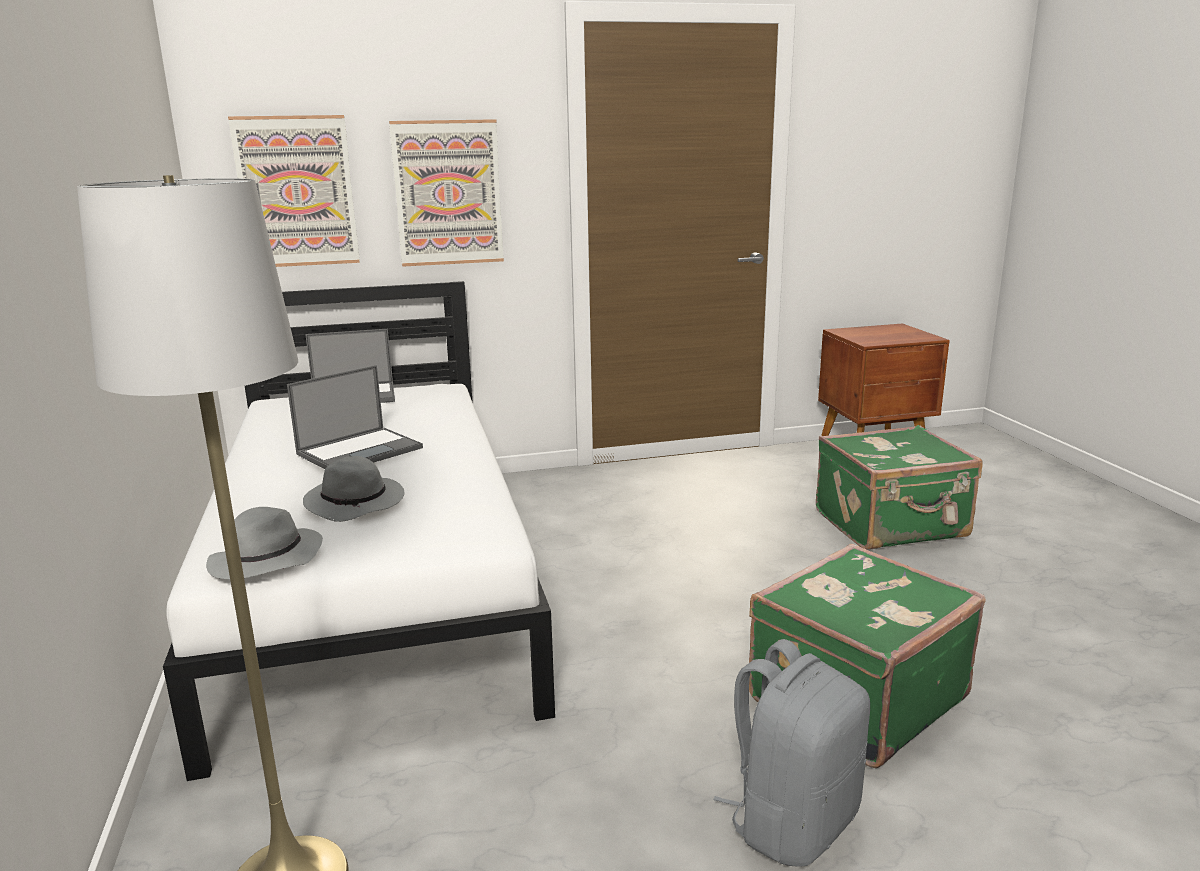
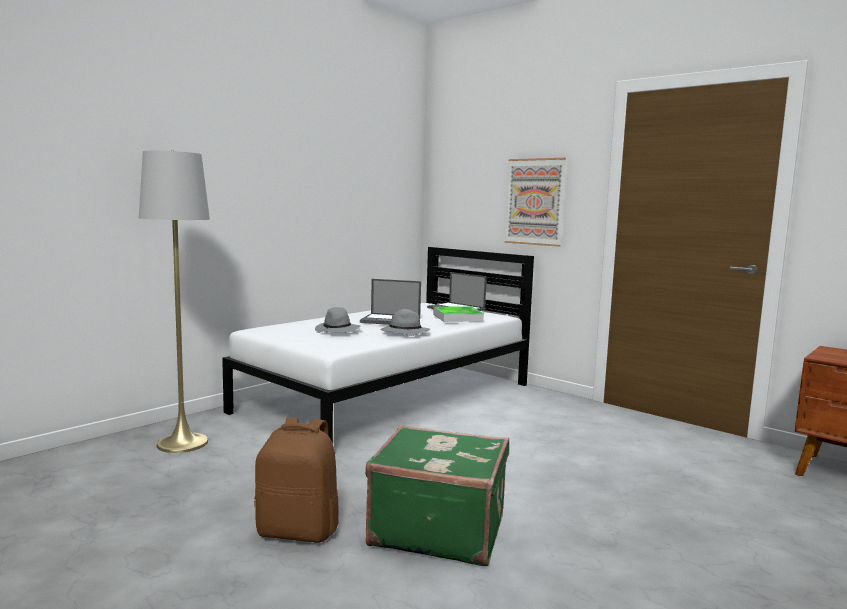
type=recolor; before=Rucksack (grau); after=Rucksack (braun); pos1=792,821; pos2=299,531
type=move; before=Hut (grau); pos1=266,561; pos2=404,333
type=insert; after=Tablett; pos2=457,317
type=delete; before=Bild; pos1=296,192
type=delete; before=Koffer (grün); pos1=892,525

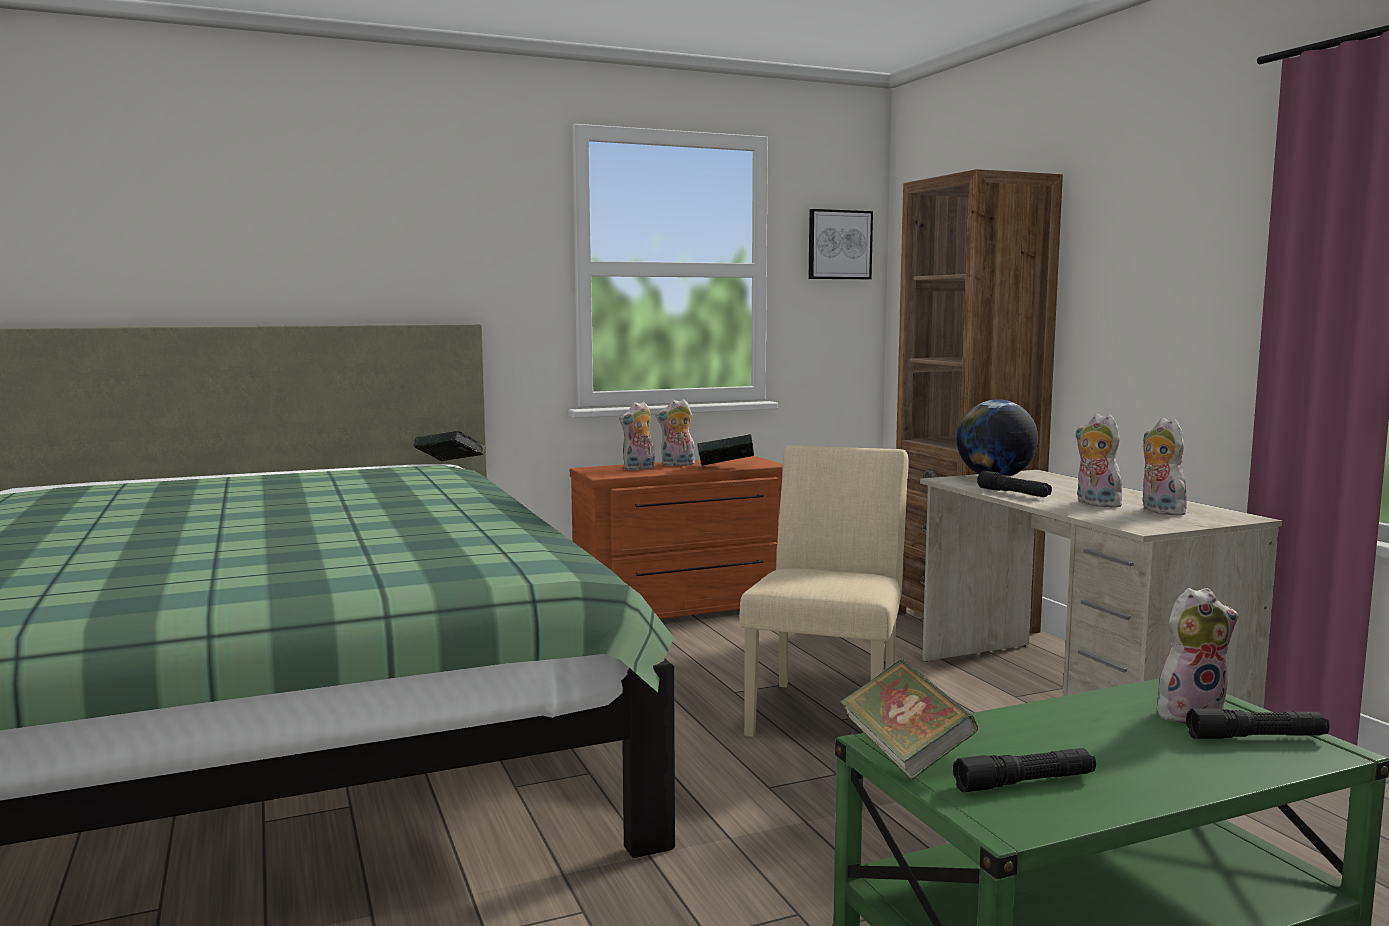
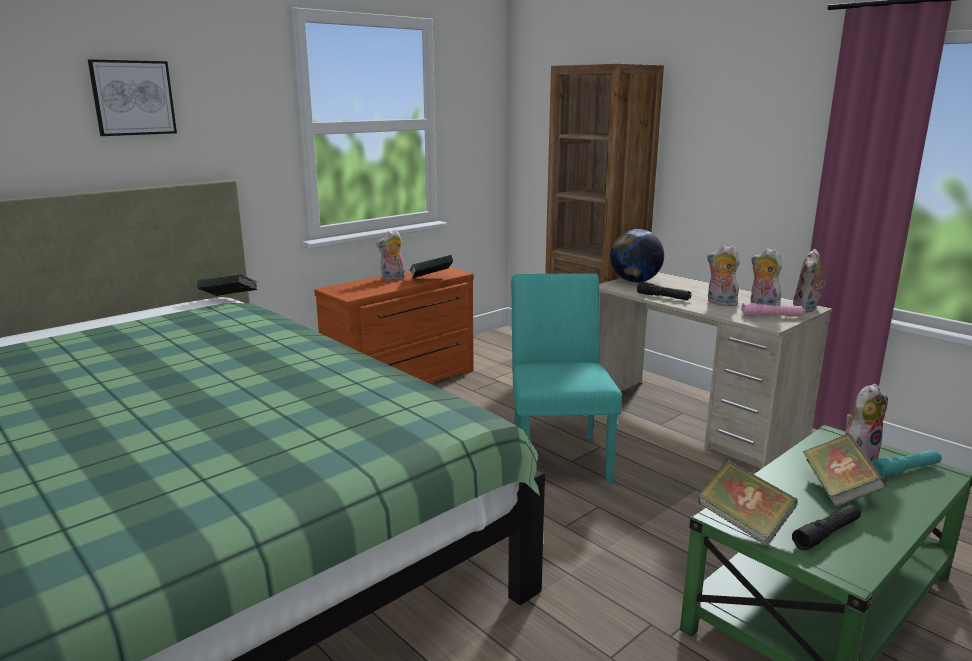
type=move; before=Bild; pos1=839,245; pos2=133,98
type=recolor; before=Stuhl (beige); after=Stuhl (türkis); pos1=828,710; pos2=558,454
type=insert; after=Taschenlampe (rosa); pos2=772,316
type=move; before=Plüschtier; pos1=639,468; pos2=806,309
type=insert; after=Buch; pos2=838,490
type=recolor; before=Taschenlampe (schwarz); after=Taschenlampe (türkis); pos1=1256,737; pos2=905,470

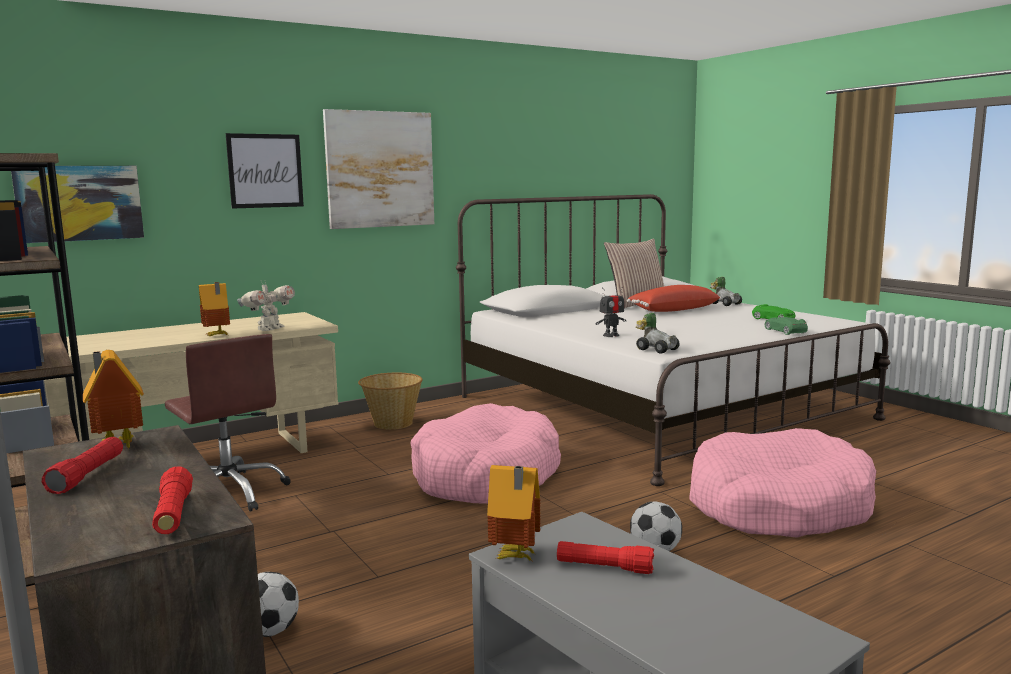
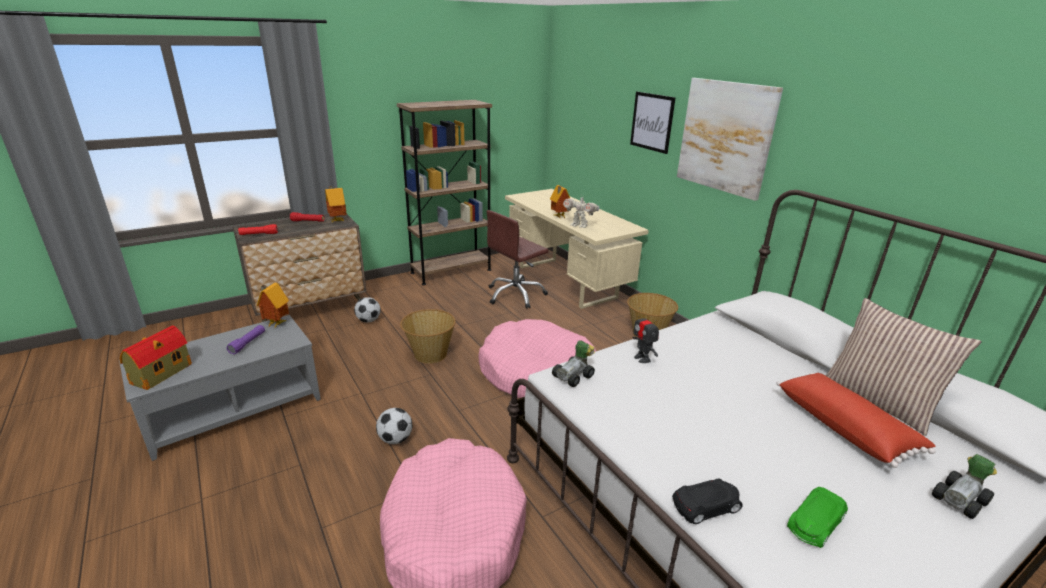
type=insert; after=Spielzeughaus; pos2=160,374
type=recolor; before=Taschenlampe (rot); after=Taschenlampe (lila); pos1=604,567; pos2=248,343
type=insert; after=Korb; pos2=430,354
type=recolor; before=Spielzeugauto (grün); after=Spielzeugauto (schwarz); pos1=785,331; pos2=706,506
type=delete; before=Bild; pos1=79,203

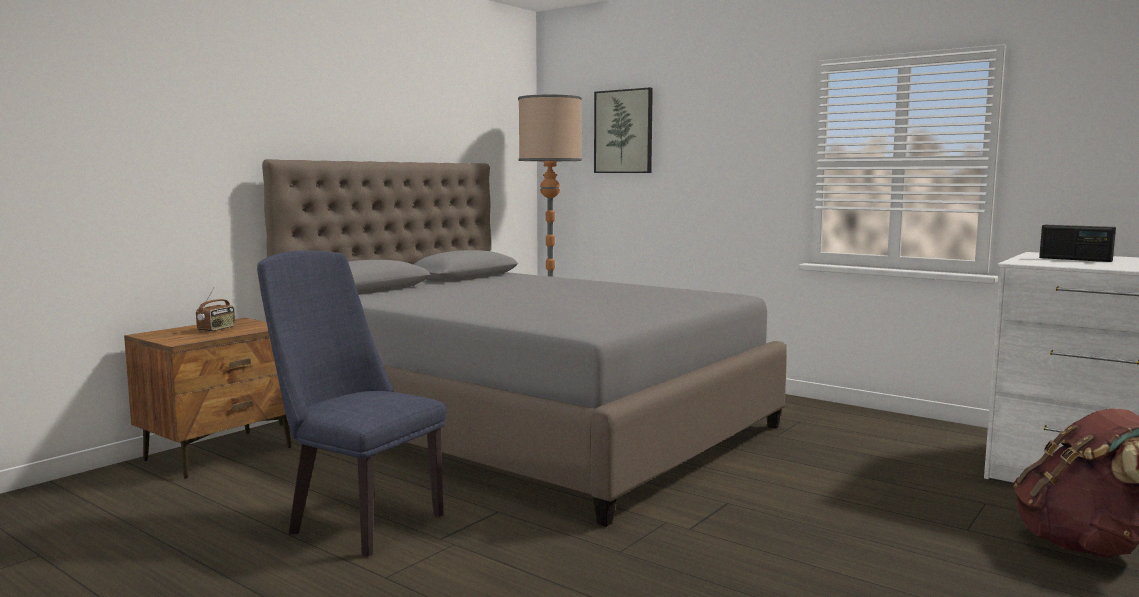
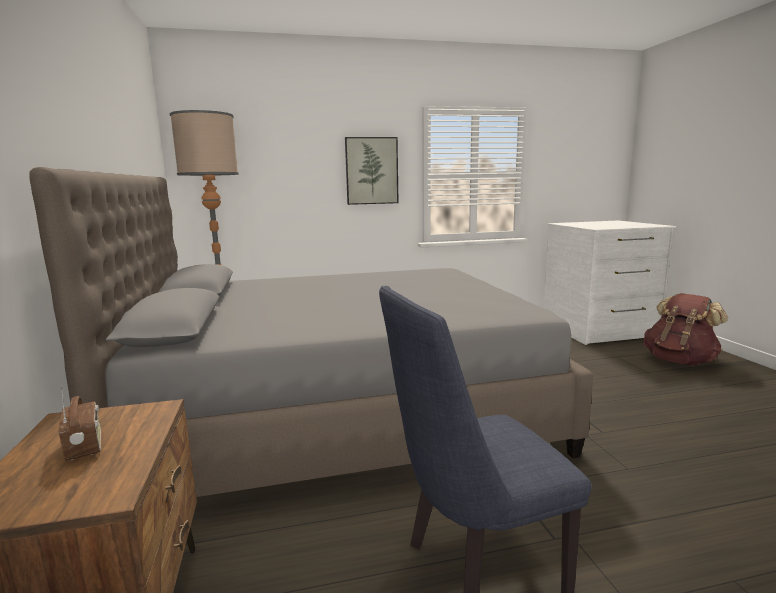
type=move; before=Bild; pos1=624,131; pos2=371,171
type=delete; before=Radio; pos1=1075,259

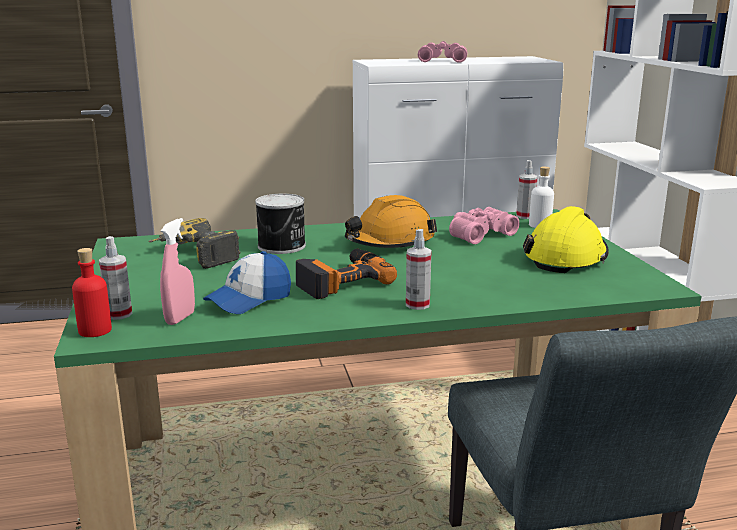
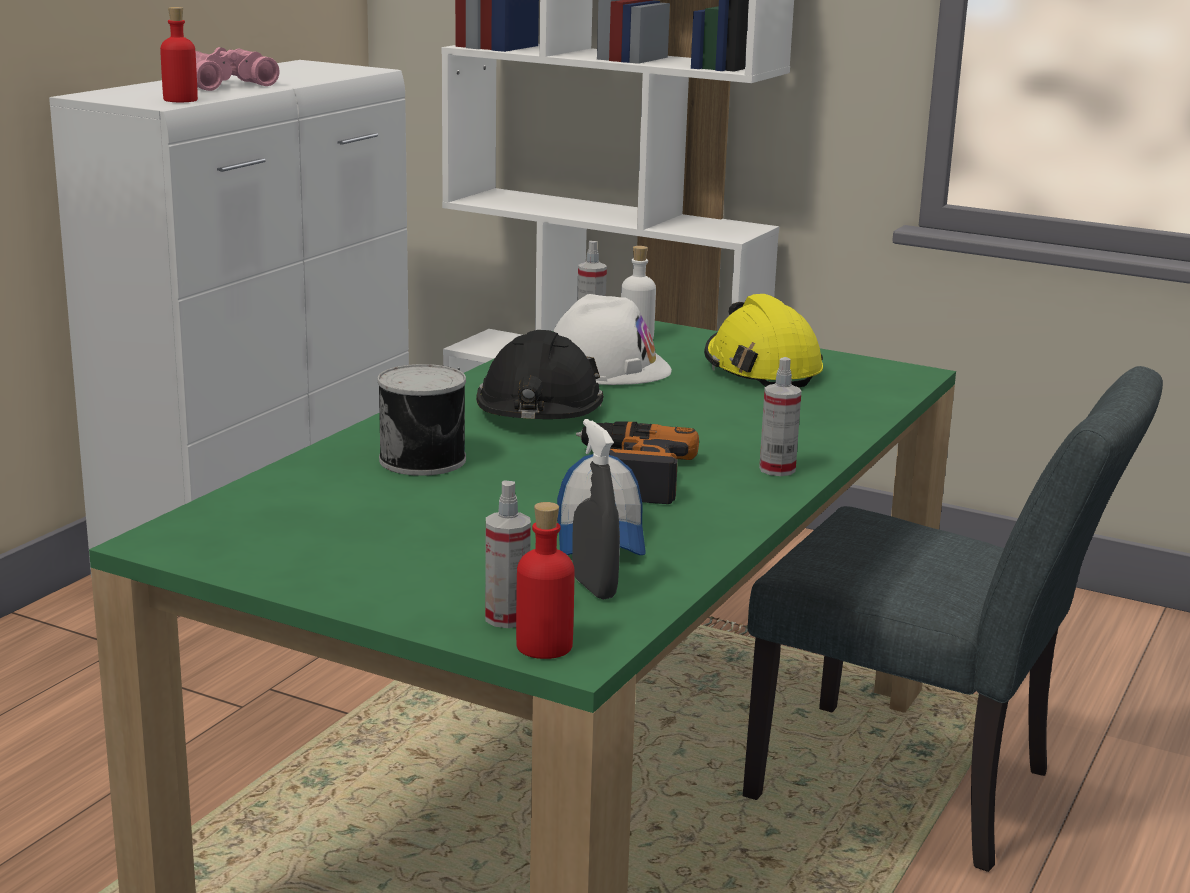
type=insert; after=Flasche (rot); pos2=180,100
type=recolor; before=Schutzhelm (orange); after=Schutzhelm (schwarz); pos1=390,242; pos2=539,410
type=replace; before=Fernglas (rosa); after=Schutzhelm (weiß); pos1=479,234; pos2=605,368
type=recolor; before=Sprühflasche (rosa); after=Sprühflasche (grau); pos1=180,318; pos2=594,588
type=delete; before=Bohrmaschine; pos1=193,256

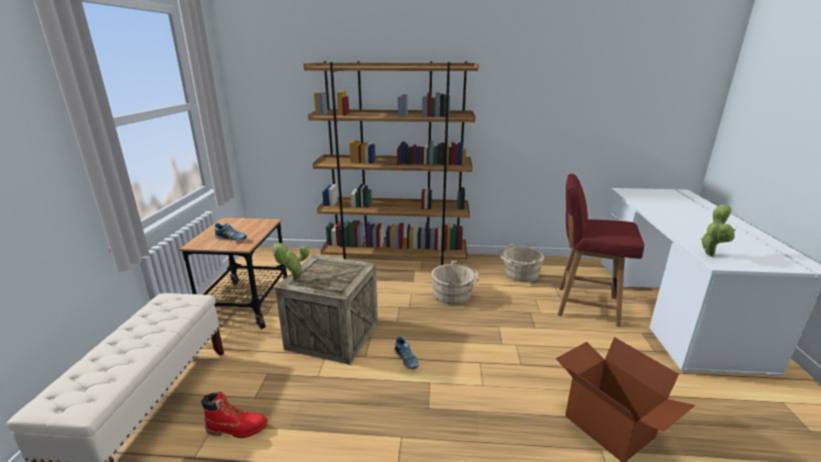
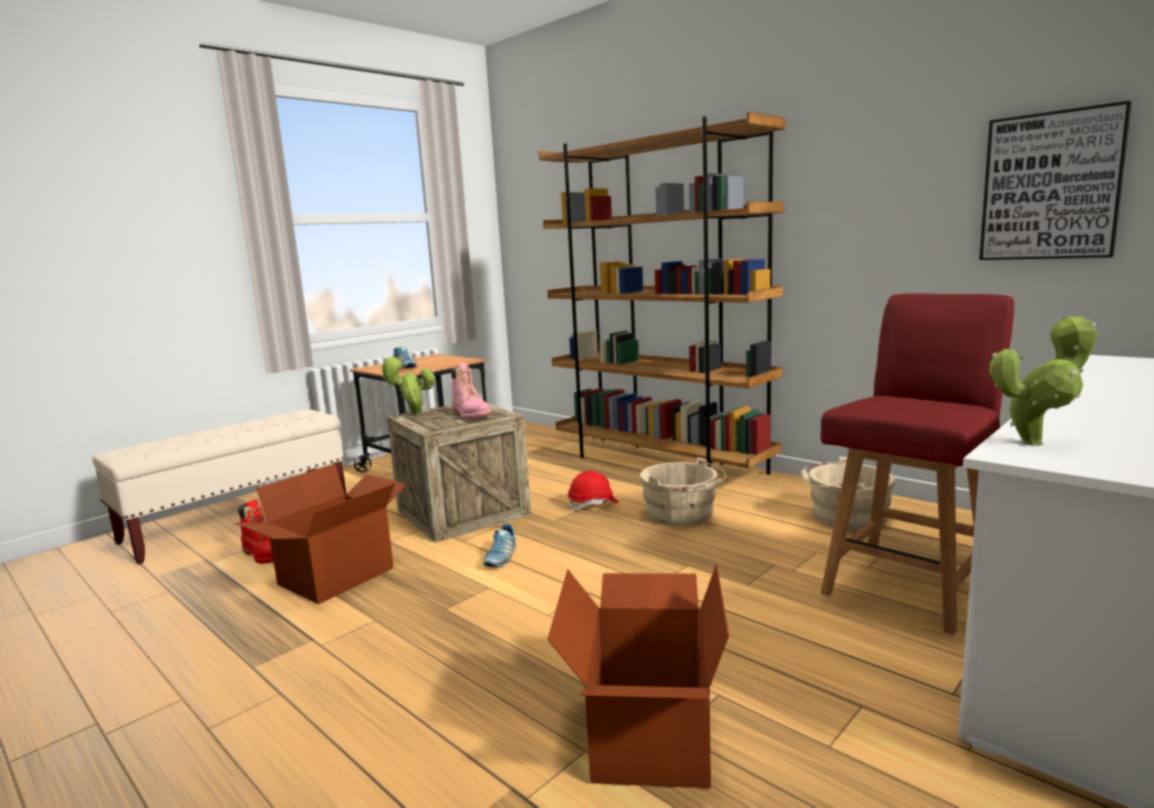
type=insert; after=Karton; pos2=337,577
type=insert; after=Stiefel (rosa); pos2=471,415
type=insert; after=Schutzhelm (rot); pos2=593,504
type=rotate; before=Stuhl (rot); pos1=585,305; pos2=908,586; turn=75
type=insert; after=Bild; pos2=1050,186

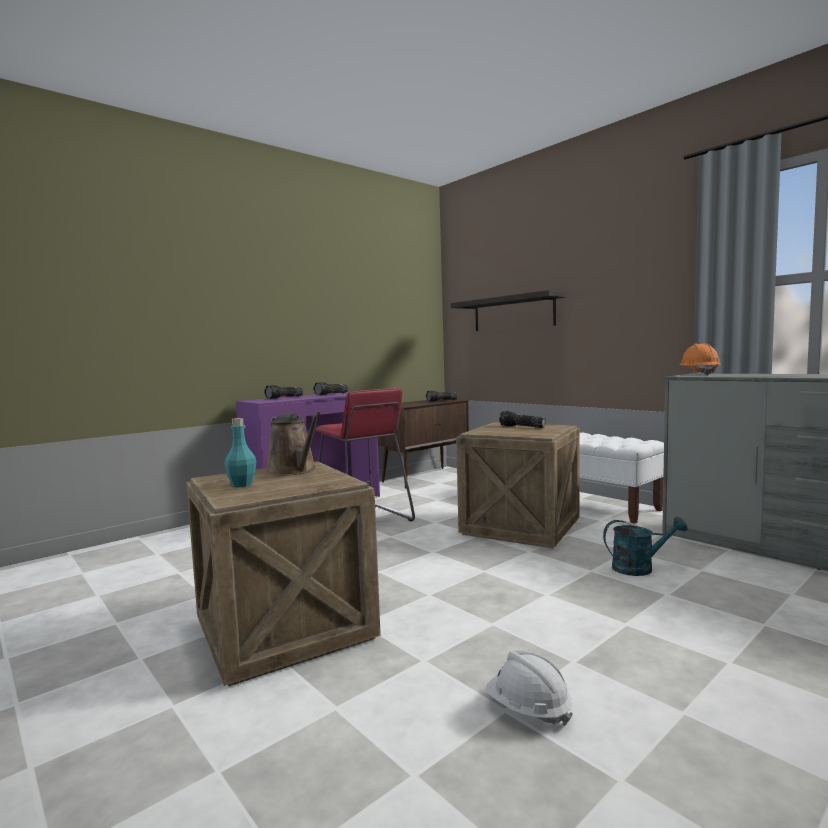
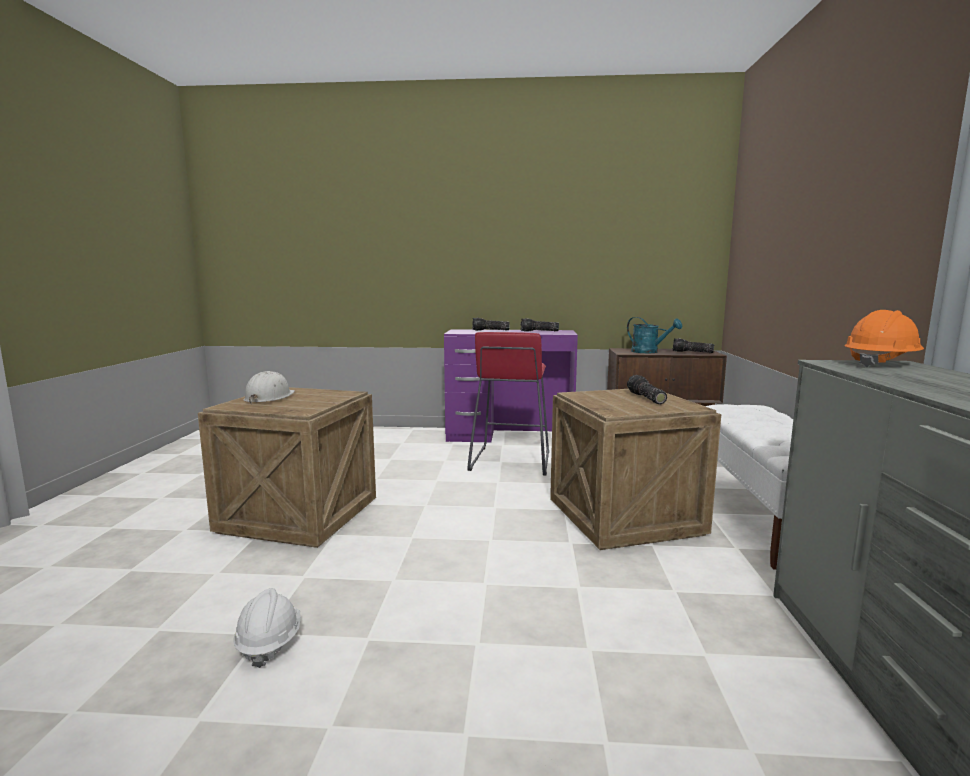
type=replace; before=Flasche (türkis); after=Schutzhelm (weiß); pos1=242,484; pos2=269,397
type=move; before=Gießkanne (türkis); pos1=639,568; pos2=649,352
type=delete; before=Gießkanne (braun); pos1=294,471
type=delete; before=Wandregal; pos1=513,313

